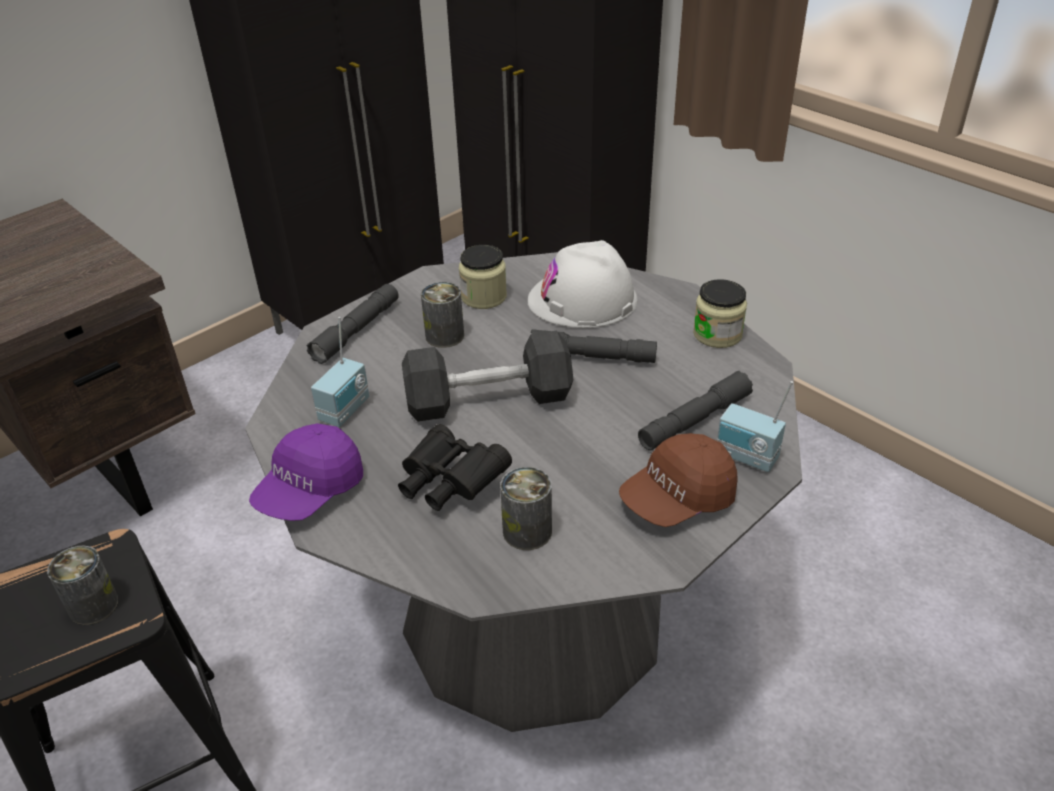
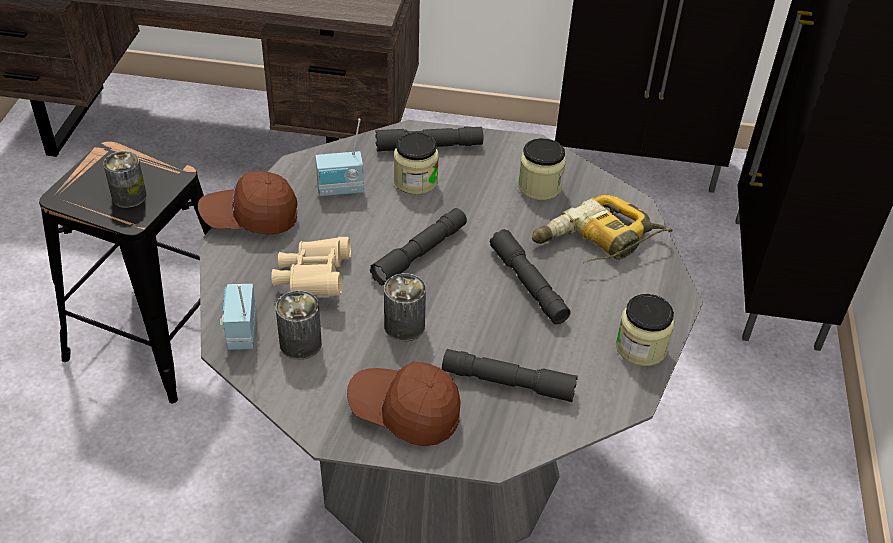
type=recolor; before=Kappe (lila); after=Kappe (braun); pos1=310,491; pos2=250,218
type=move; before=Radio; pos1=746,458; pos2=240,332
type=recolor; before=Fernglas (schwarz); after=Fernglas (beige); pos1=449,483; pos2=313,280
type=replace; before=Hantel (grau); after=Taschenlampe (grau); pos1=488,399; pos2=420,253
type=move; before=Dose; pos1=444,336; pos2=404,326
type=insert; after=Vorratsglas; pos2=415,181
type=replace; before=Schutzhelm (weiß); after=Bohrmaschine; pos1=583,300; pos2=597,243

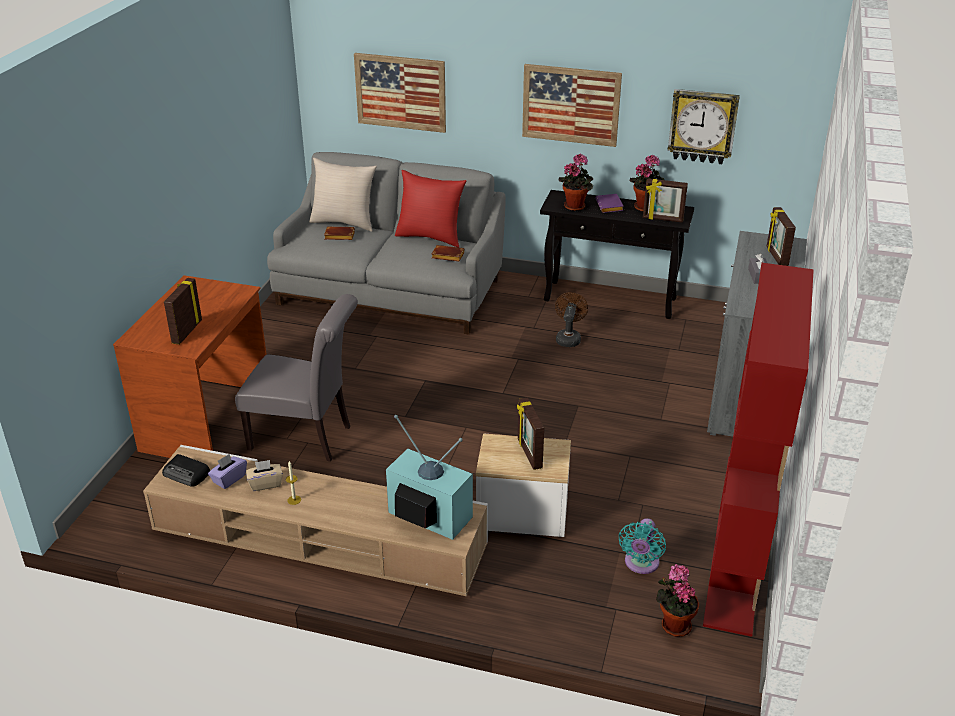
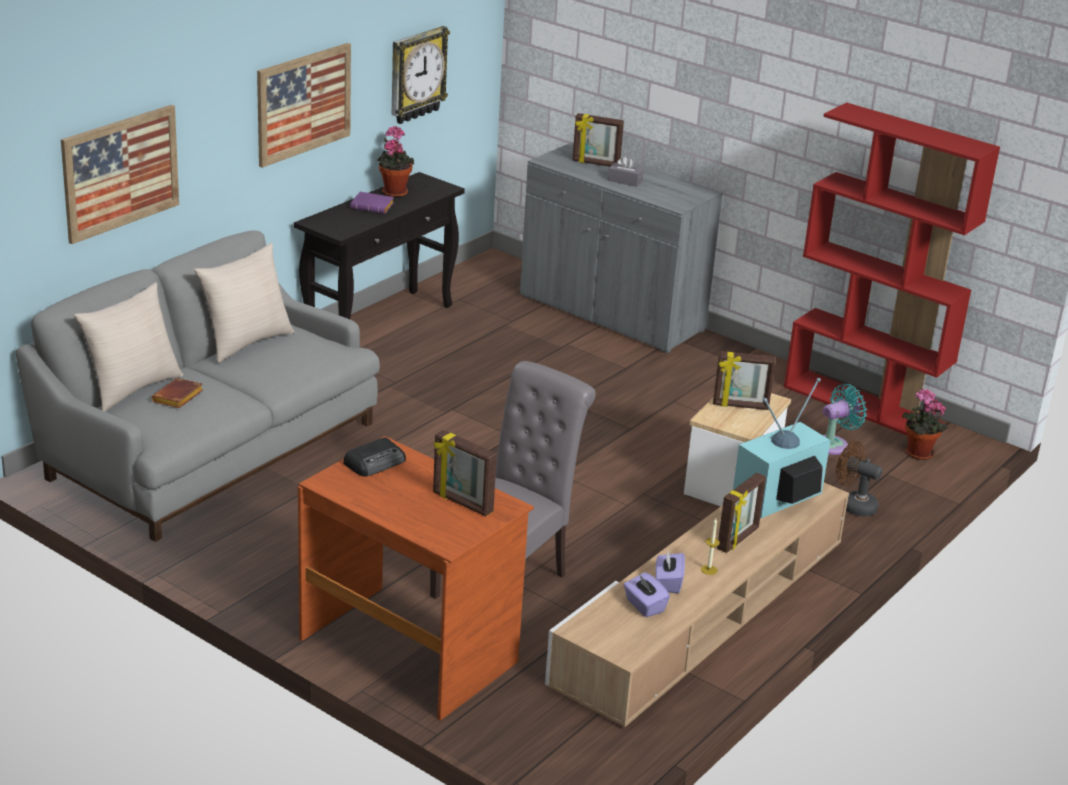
type=recolor; before=Kissen (rot); after=Kissen (beige); pos1=430,237; pos2=246,342
type=move; before=Radio; pos1=187,474; pos2=376,462
type=recolor; before=Taschentuchbox (beige); after=Taschentuchbox (lila); pos1=265,483; pos2=668,583
type=move; before=Bilderrahmen; pos1=662,219; pos2=738,539
type=rotate; before=Ventilator (türkis); pos1=640,564; pos2=834,444; turn=-75
type=move; before=Ventilator (braun); pos1=568,338; pos2=853,505
type=delete; before=Buch (braun); pos1=447,256
type=delete; before=Topfpflanze; pos1=575,206

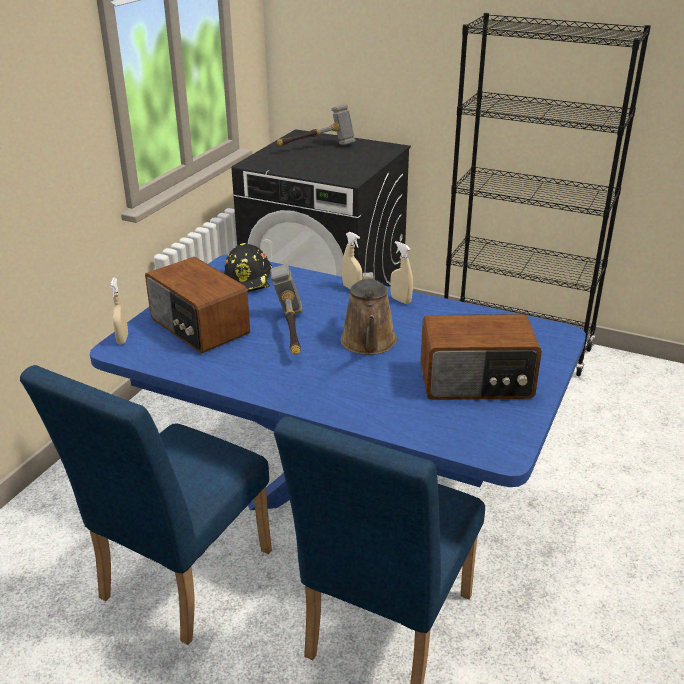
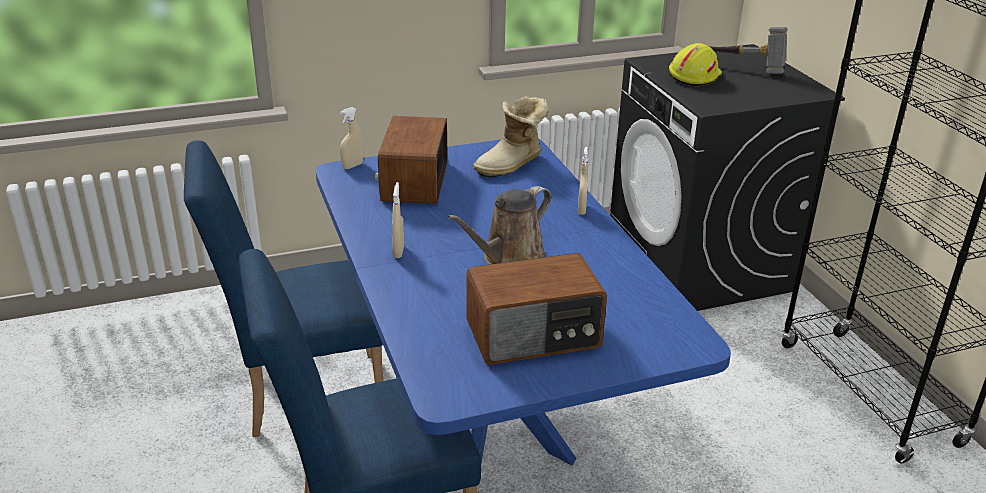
type=move; before=Sprühflasche (beige); pos1=400,300; pos2=398,252
type=rotate; before=Radio; pos1=476,382; pos2=534,336; turn=-60
type=replace; before=Schutzhelm (schwarz); after=Stiefel; pos1=249,280; pos2=512,165
type=insert; after=Schutzhelm (gelb); pos2=693,76
type=delete; before=Hammer; pos1=291,333

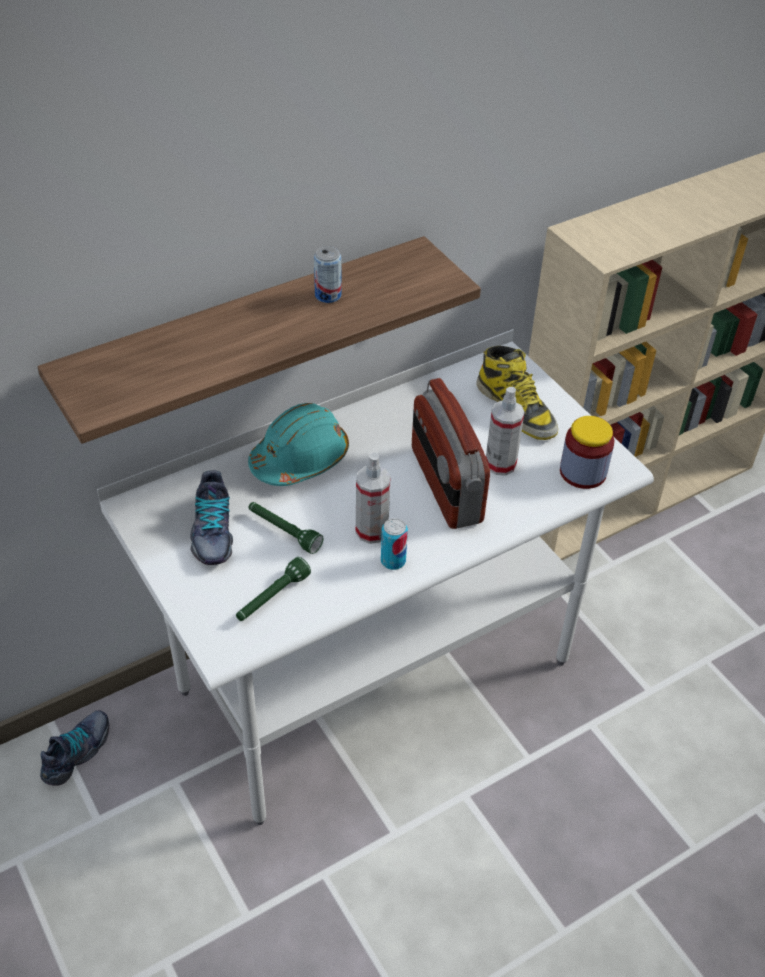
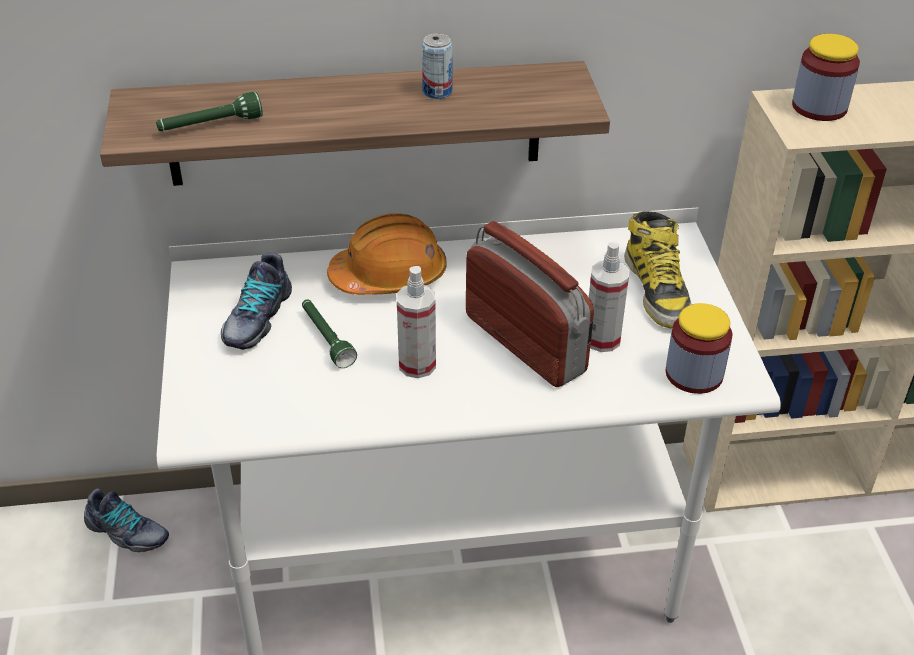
type=rotate; before=Schuh; pos1=78,752; pos2=126,533; turn=60
type=move; before=Taschenlampe (grün); pos1=272,598; pos2=210,126
type=recolor; before=Schutzhelm (türkis); after=Schutzhelm (orange); pos1=300,459; pos2=389,276
type=rotate; before=Radio; pos1=445,485; pos2=526,343; turn=135
type=insert; after=Vorratsglas; pos2=819,107
type=delete; before=Dose; pos1=393,561

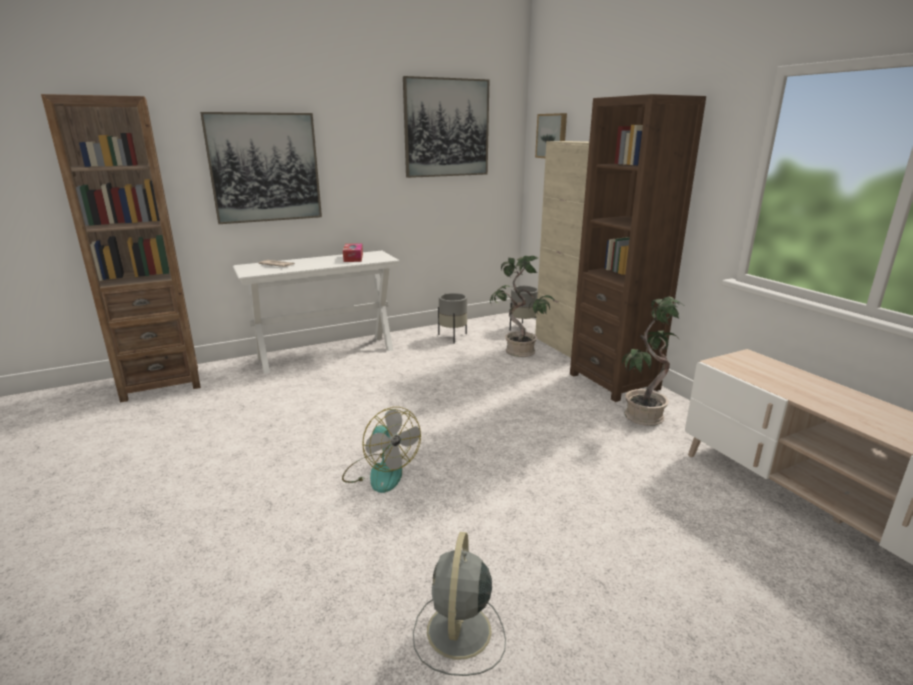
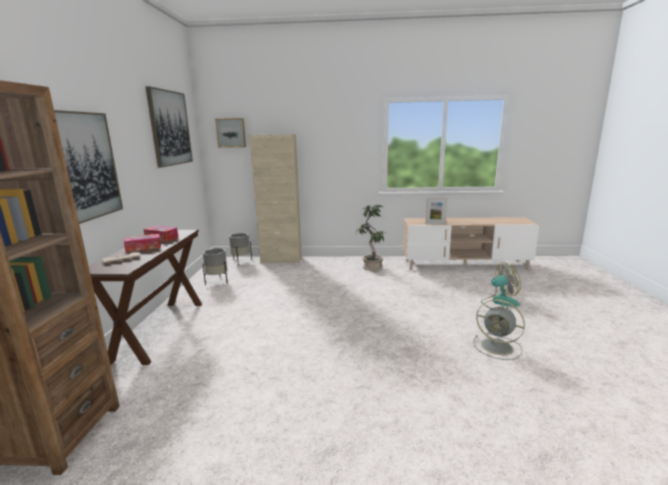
type=recolor; before=Konsolentisch (weiß); after=Konsolentisch (braun); pos1=326,353; pos2=160,329
type=insert; after=Taschentuchbox; pos2=143,247
type=insert; after=Bilderrahmen; pos2=435,224
type=move; before=Ventilator; pos1=380,472; pos2=499,302
type=delete; before=Topfpflanze; pos1=518,351
type=delete; before=Bücherregal (braun); pos1=614,381

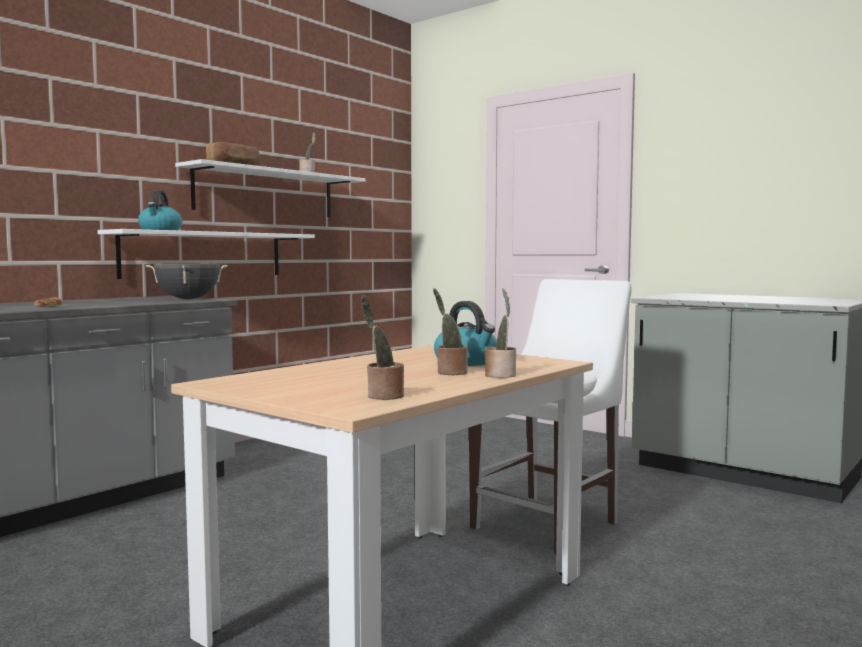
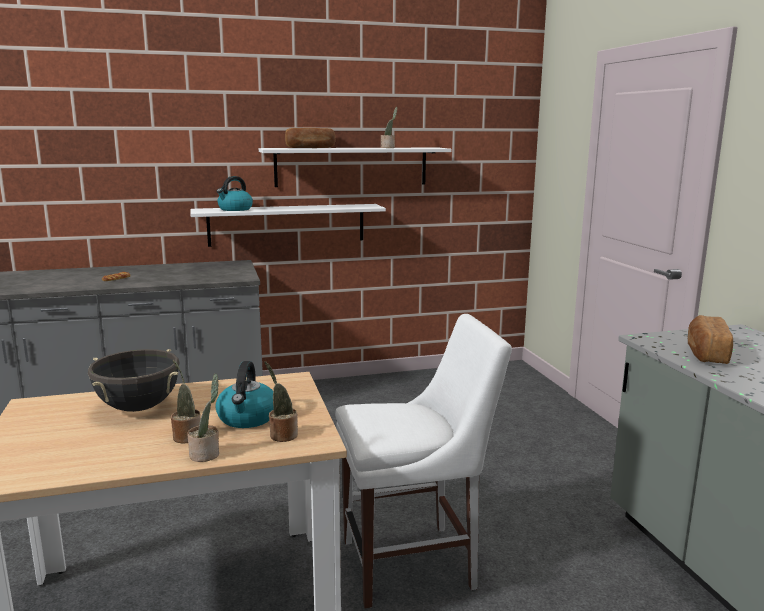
type=move; before=Kochtopf (schwarz); pos1=188,299; pos2=138,407
type=move; before=Topfpflanze; pos1=382,396; pos2=282,435
type=insert; after=Brot; pos2=706,353

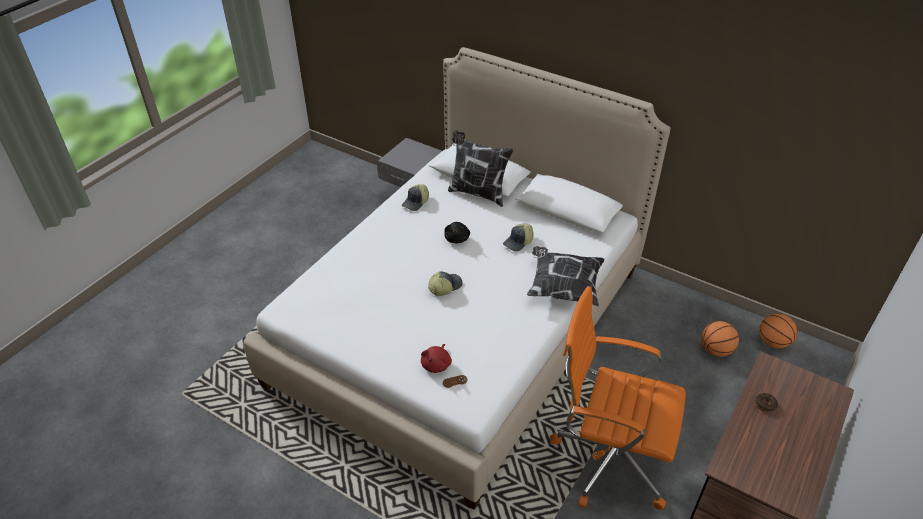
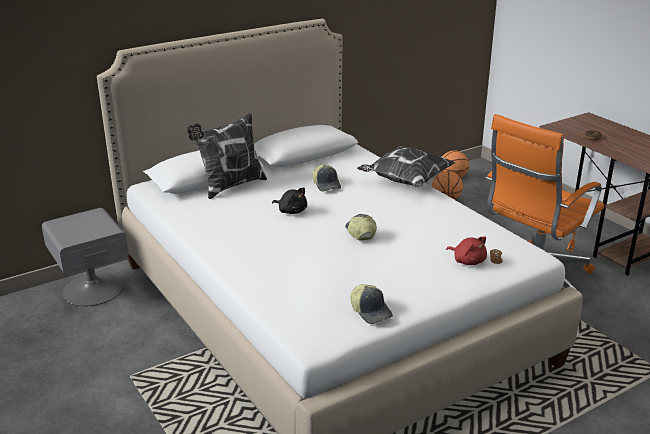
type=move; before=Kappe; pos1=416,202; pos2=371,311

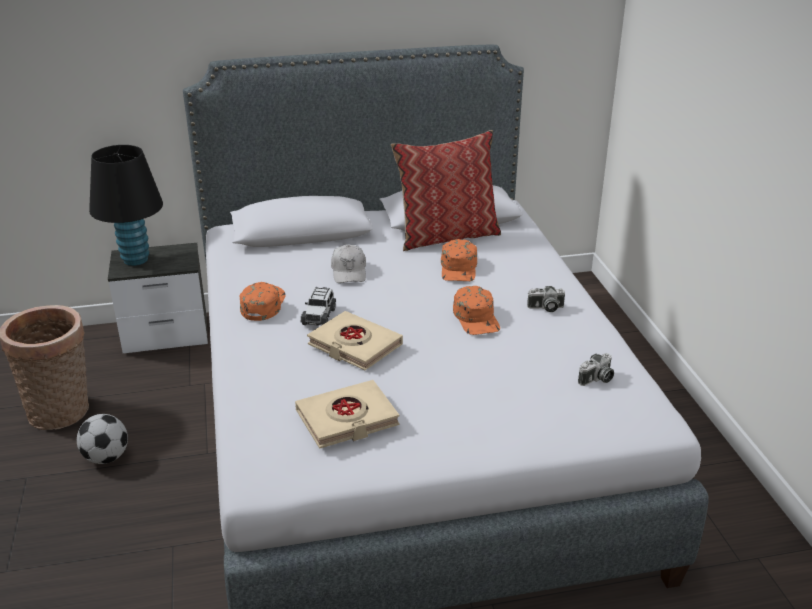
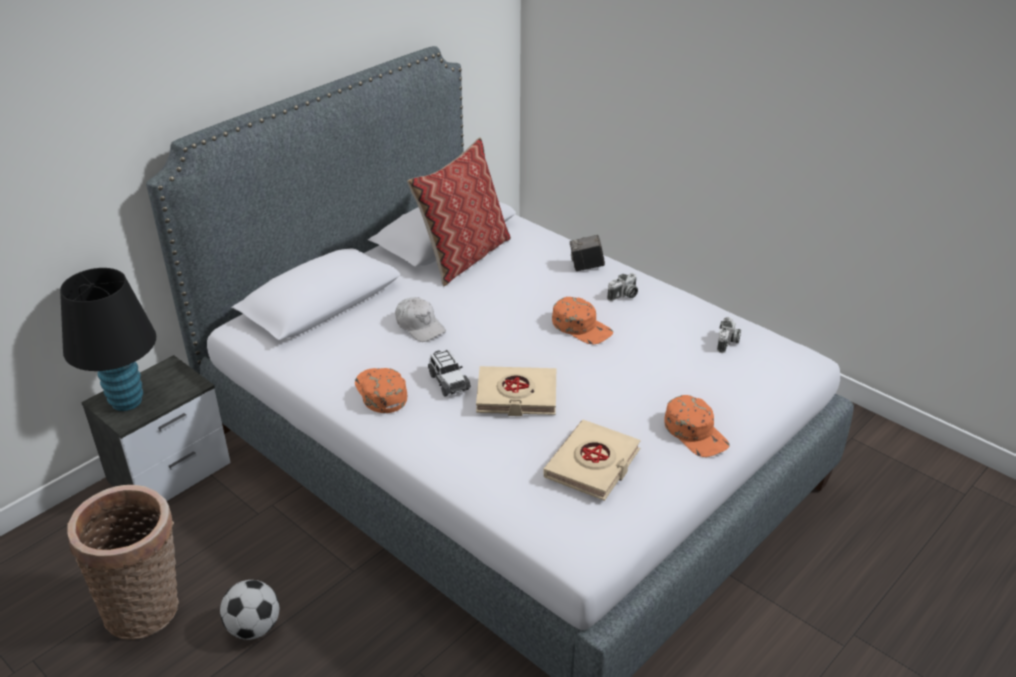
type=insert; after=Kamera; pos2=586,267
type=move; before=Kappe (orange); pos1=459,268; pos2=696,433

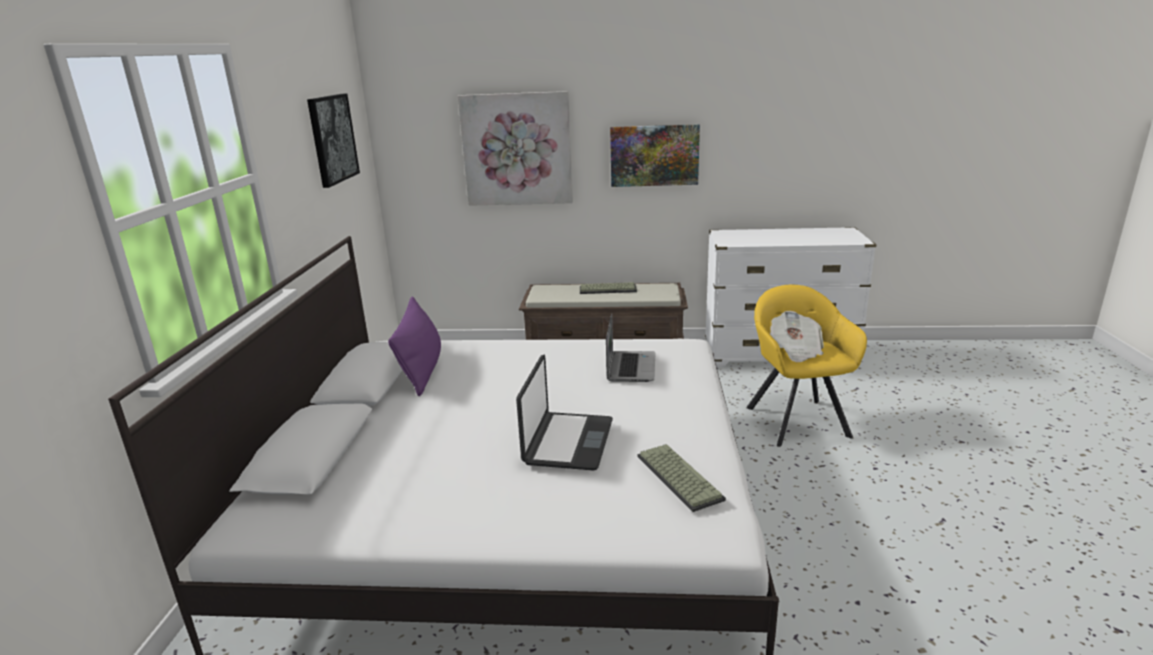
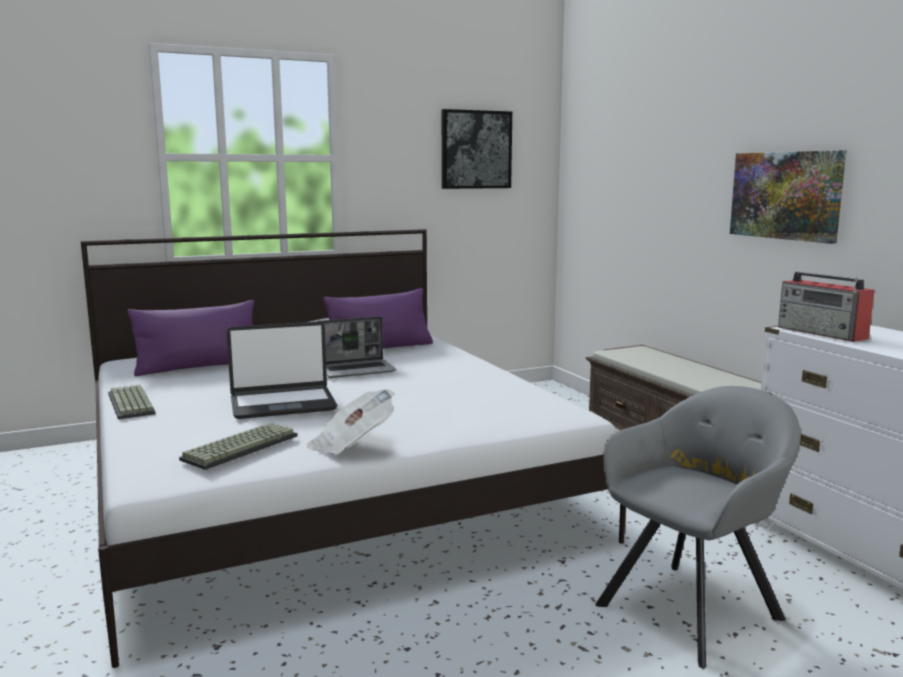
type=move; before=Tastatur; pos1=608,289; pos2=132,403
type=insert; after=Kissen (lila); pos2=199,367
type=move; before=Zeitung; pos1=795,350; pos2=351,444
type=move; before=Laptop; pos1=630,367; pos2=357,370
type=recolor; before=Sessel (gelb); after=Sessel (grau); pos1=796,419; pos2=695,608
type=insert; after=Radio; pos2=822,333
type=delete; before=Bild; pos1=517,149

